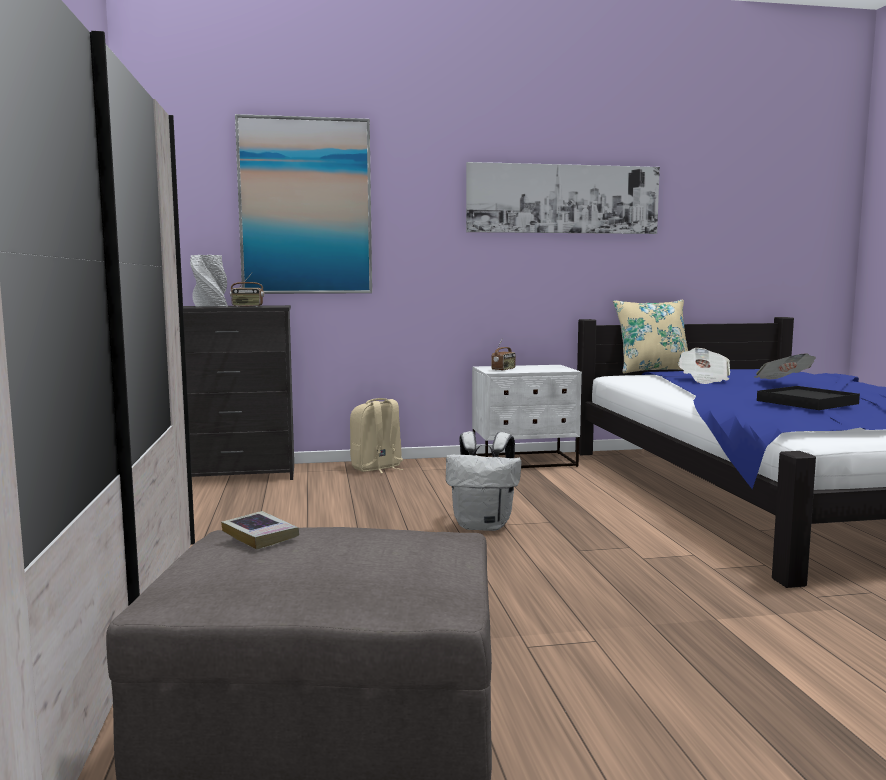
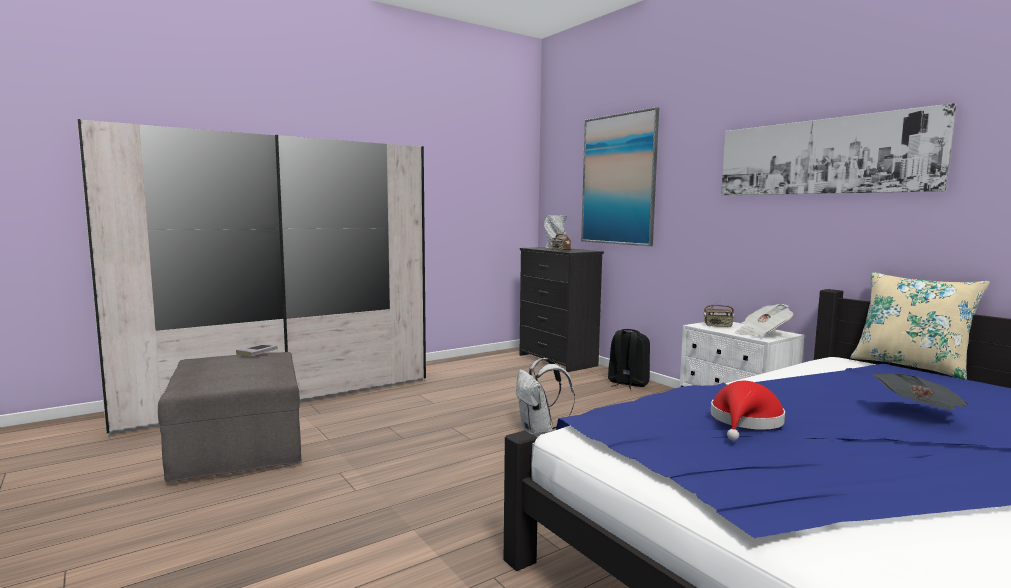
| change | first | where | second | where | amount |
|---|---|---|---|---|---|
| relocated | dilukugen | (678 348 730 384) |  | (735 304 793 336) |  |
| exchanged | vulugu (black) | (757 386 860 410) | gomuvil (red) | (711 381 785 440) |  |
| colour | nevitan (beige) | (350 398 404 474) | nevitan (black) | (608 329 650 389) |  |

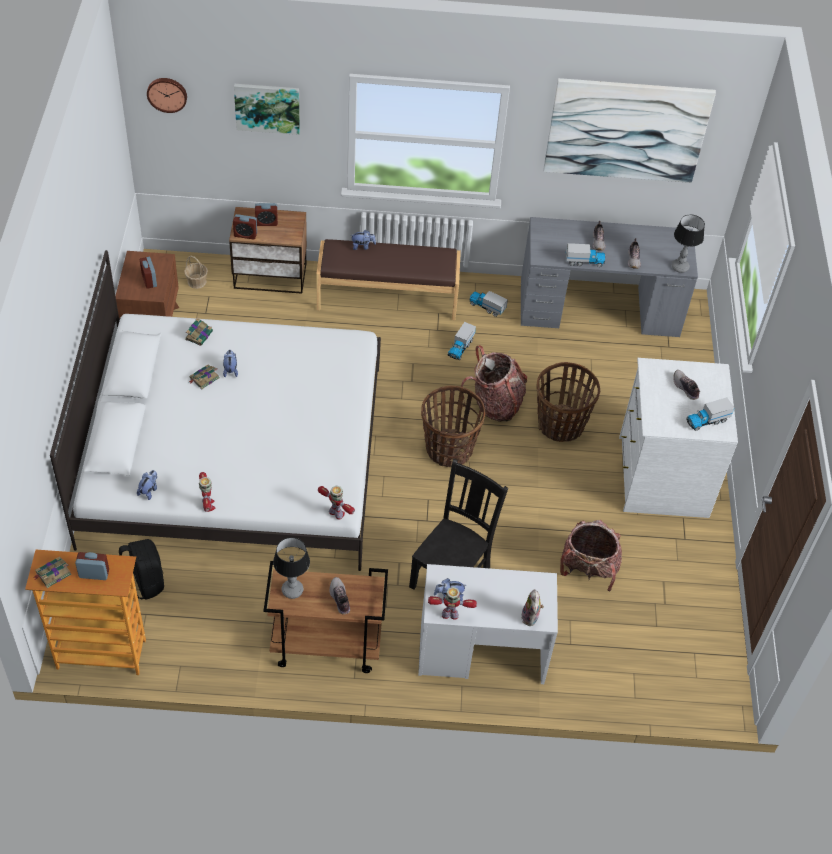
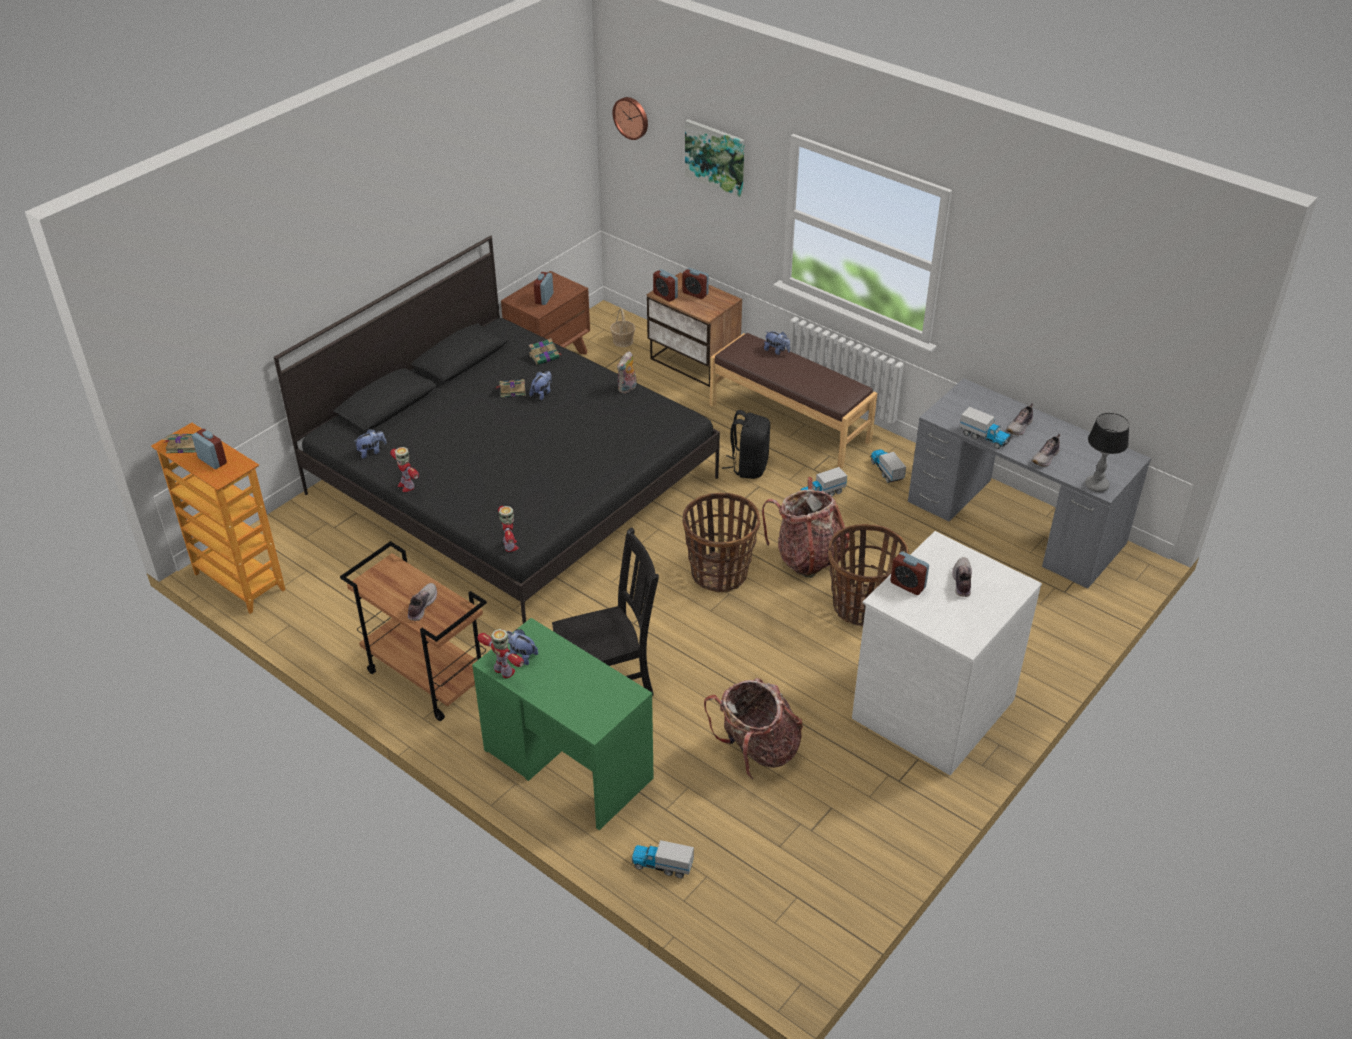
| change | first | where | second | where | amount |
|---|---|---|---|---|---|
| missing | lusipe | (273 537 310 599) |  |  |  |
| missing | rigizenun | (544 78 716 183) |  |  |  |
| appeared |  |  | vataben | (890 552 929 595) |  |
| relocated | nevitan (black) | (119 539 164 600) |  | (722 410 770 479) |  |
| relocated | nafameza | (522 589 544 626) |  | (617 351 637 393) |  |
| relocated | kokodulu | (686 397 734 431) |  | (631 840 694 878) |  |
| colour | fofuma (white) | (50 250 381 571) | fofuma (black) | (274 236 720 624) |  |
| colour | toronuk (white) | (418 564 558 684) | toronuk (green) | (472 618 654 830) |  |
| spun | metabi | (199 472 215 512) |  | (390 447 419 492) | 120 degrees clockwise |

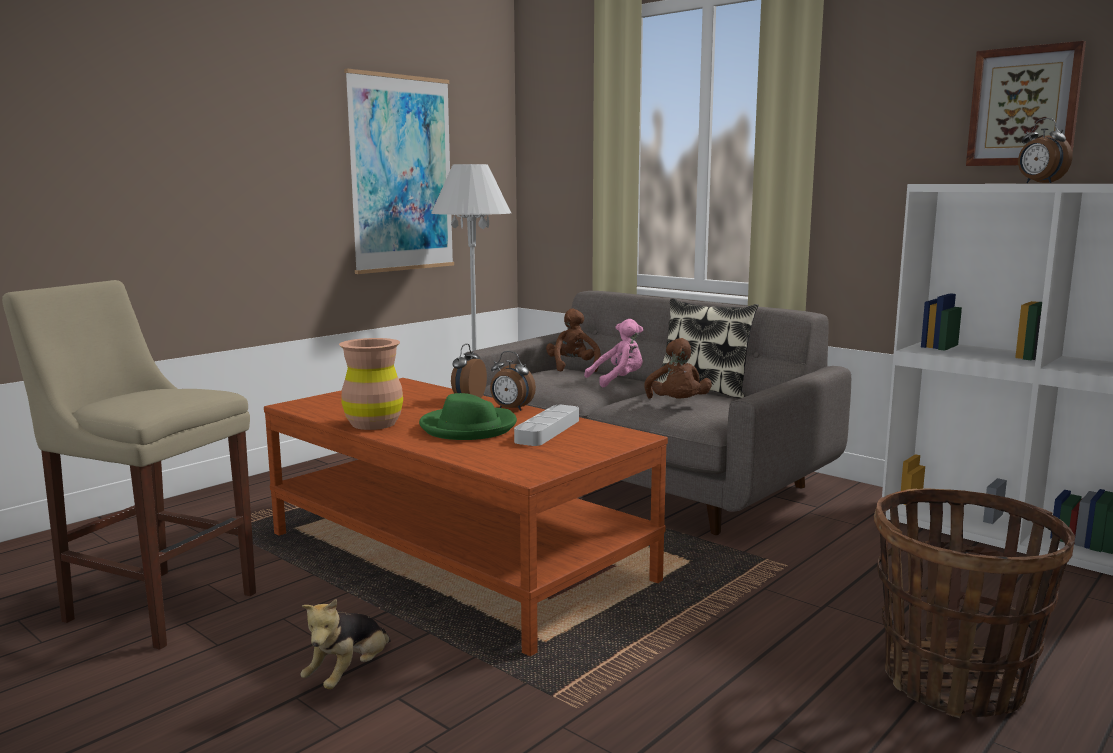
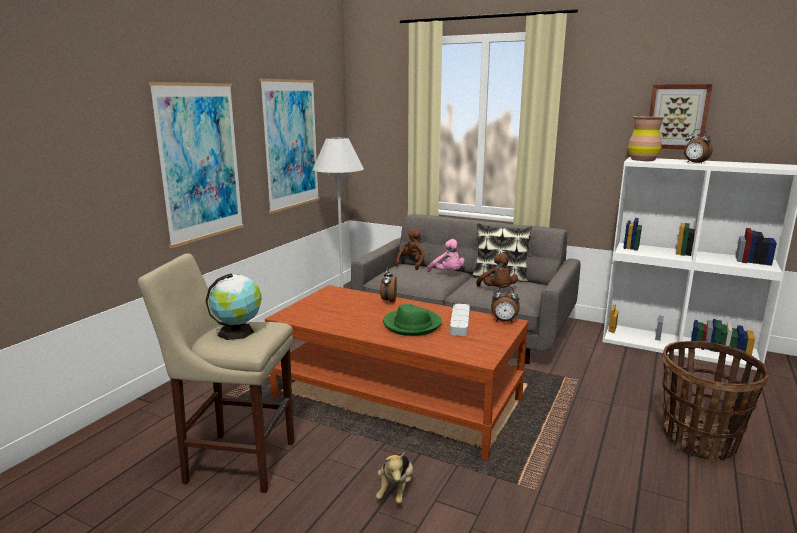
| change | first | where | second | where | amount |
|---|---|---|---|---|---|
| appeared |  |  | rigizenun | (148 82 244 248) |  |
| appeared |  |  | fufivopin | (205 273 261 340) |  |
| relocated | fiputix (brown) | (339 338 403 430) |  | (628 116 665 161) |  |
| relocated | vataben | (490 351 536 411) |  | (491 286 520 322) |  |
| spun | nafameza (brown) | (546 309 601 372) |  | (395 229 425 270) | 45 degrees clockwise |
| spun | nafameza (pink) | (584 319 643 388) |  | (427 239 465 272) | 90 degrees clockwise |

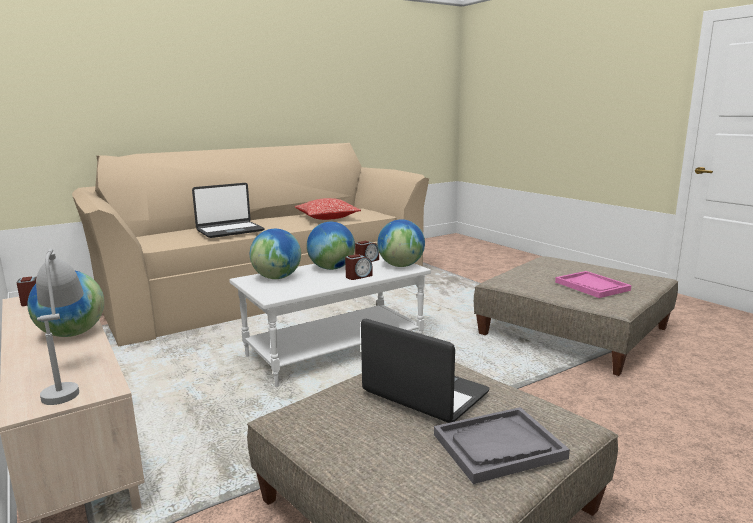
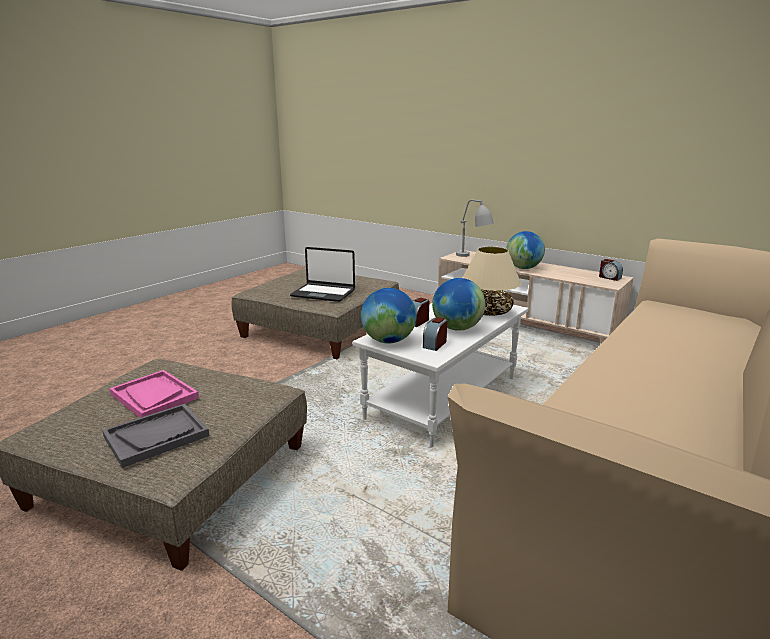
| change | first | where | second | where | amount |
|---|---|---|---|---|---|
| missing | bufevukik | (192 183 265 238) |  |  |  |
| missing | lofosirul | (295 198 361 220) |  |  |  |
| relocated | vulugu (grey) | (434 407 570 484) |  | (102 404 209 468) |  |
| exchanged | fufivopin | (250 229 301 279) | lusipe (beige) | (462 246 521 316) |  |

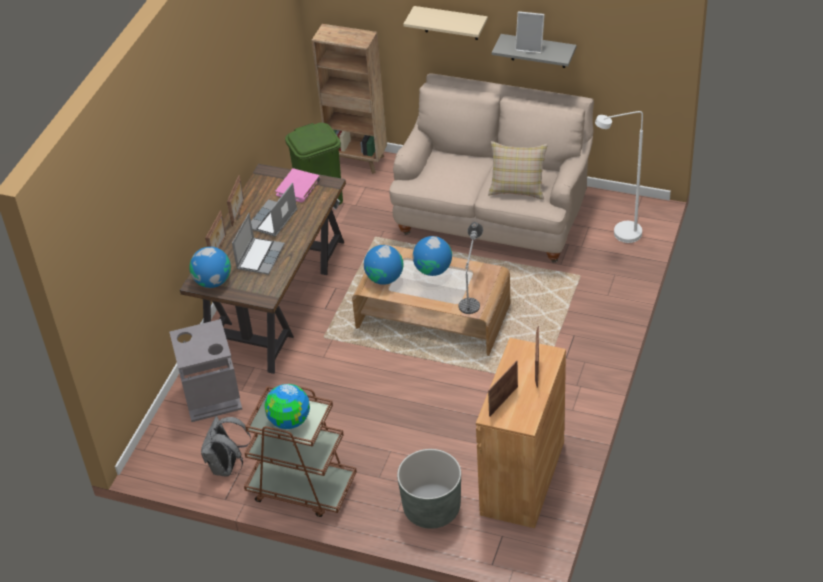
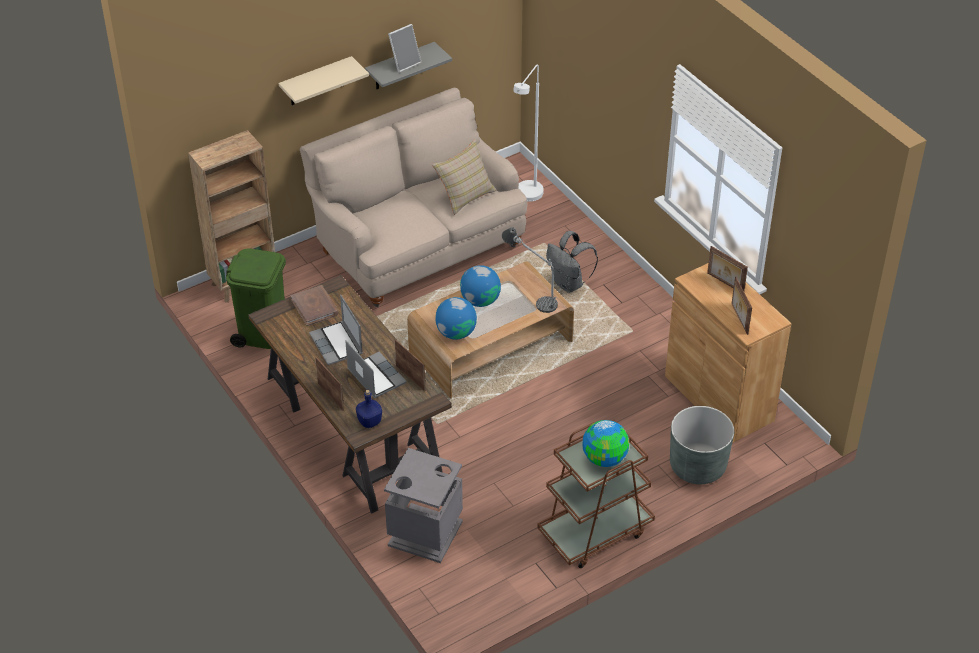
| change | first | where | second | where | amount |
|---|---|---|---|---|---|
| relocated | nevitan (grey) | (201 416 251 477) |  | (546 231 598 293) |  |
| relocated | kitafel | (227 175 244 226) |  | (395 339 425 391) |  |
| exchanged | fufivopin | (189 247 231 288) | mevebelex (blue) | (356 390 382 428) |  |
| colour | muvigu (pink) | (275 168 321 203) | muvigu (brown) | (291 285 339 326) |  |

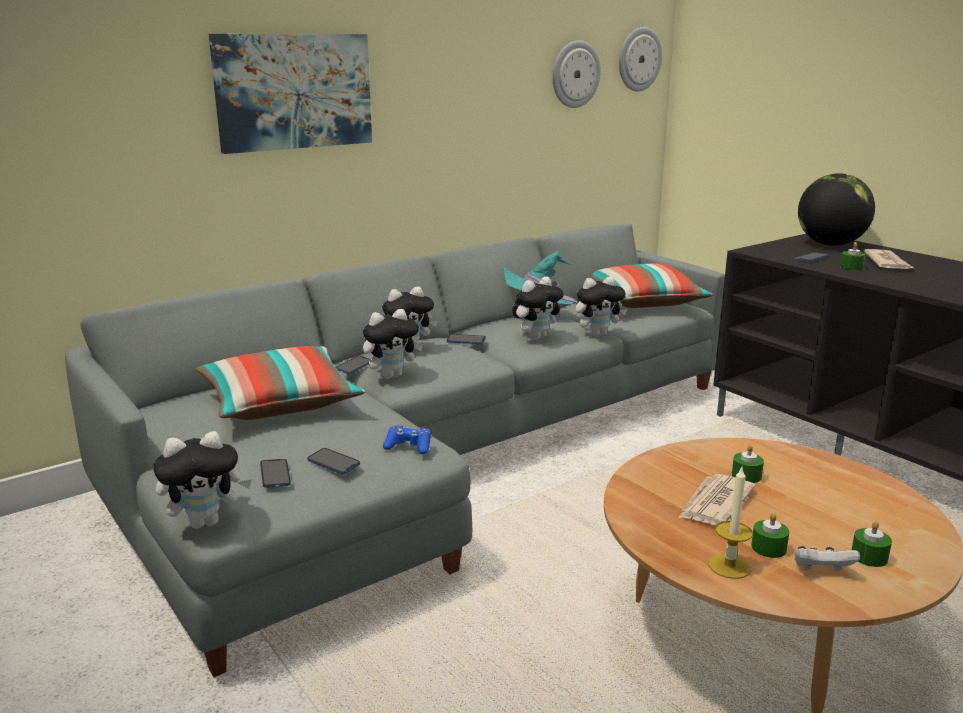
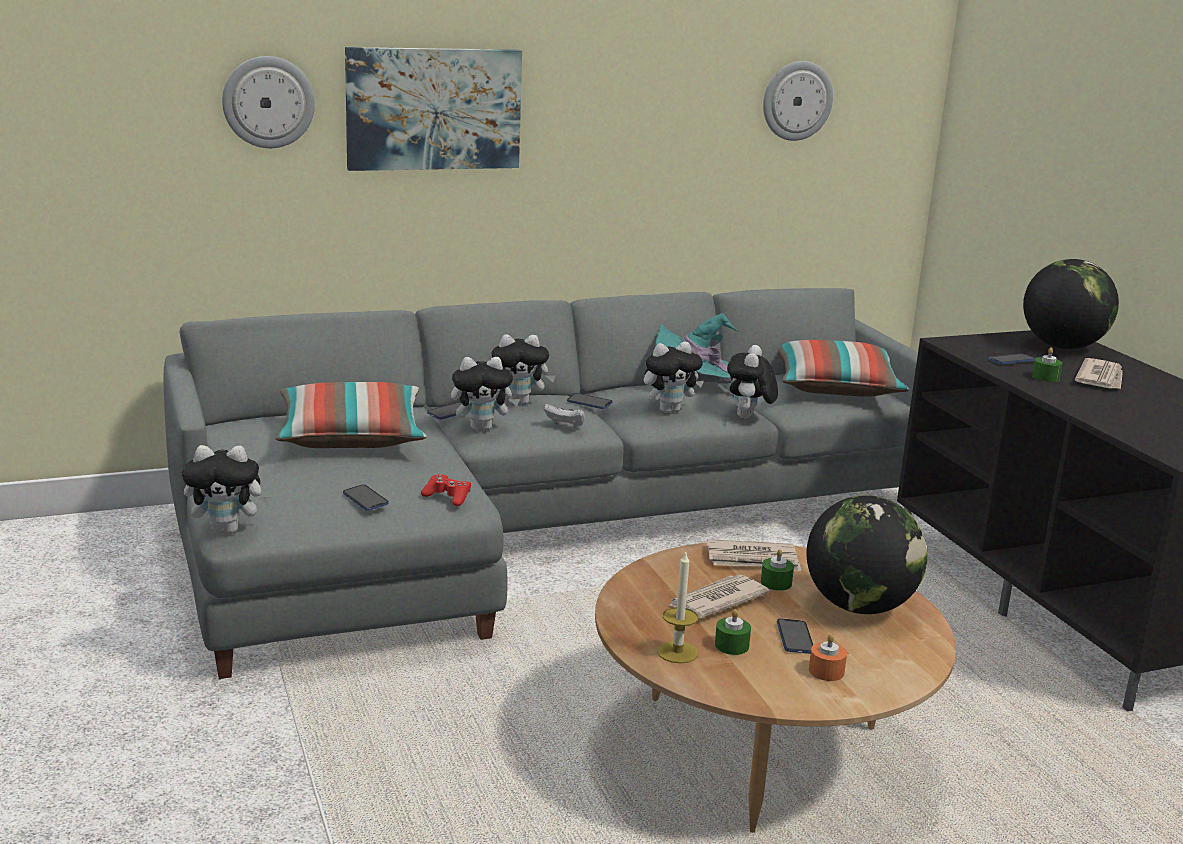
| change | first | where | second | where | amount |
|---|---|---|---|---|---|
| appeared |  |  | dilukugen | (707 539 801 571) |  |
| appeared |  |  | fufivopin | (807 495 927 614) |  |
| relocated | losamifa | (260 459 291 488) |  | (777 618 813 654) |  |
| relocated | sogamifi | (619 27 662 91) |  | (222 56 315 148) |  |
| relocated | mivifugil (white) | (795 546 860 571) |  | (544 404 585 427) |  |
| colour | mivifugil (blue) | (383 425 431 454) | mivifugil (red) | (421 474 471 506) |  |
| colour | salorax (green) | (852 521 892 567) | salorax (orange) | (809 634 847 681) |  |
| spun | nafameza | (576 276 627 337) |  | (727 345 778 419) | 105 degrees clockwise |

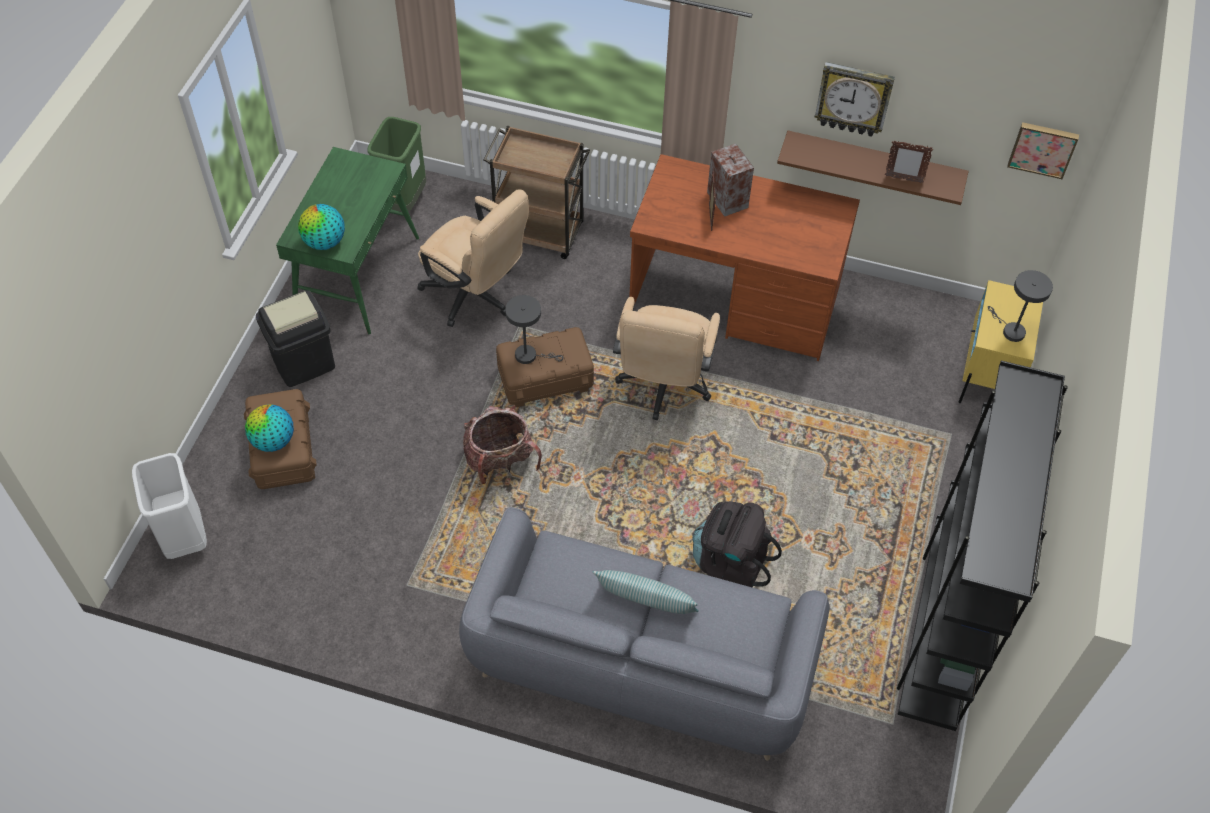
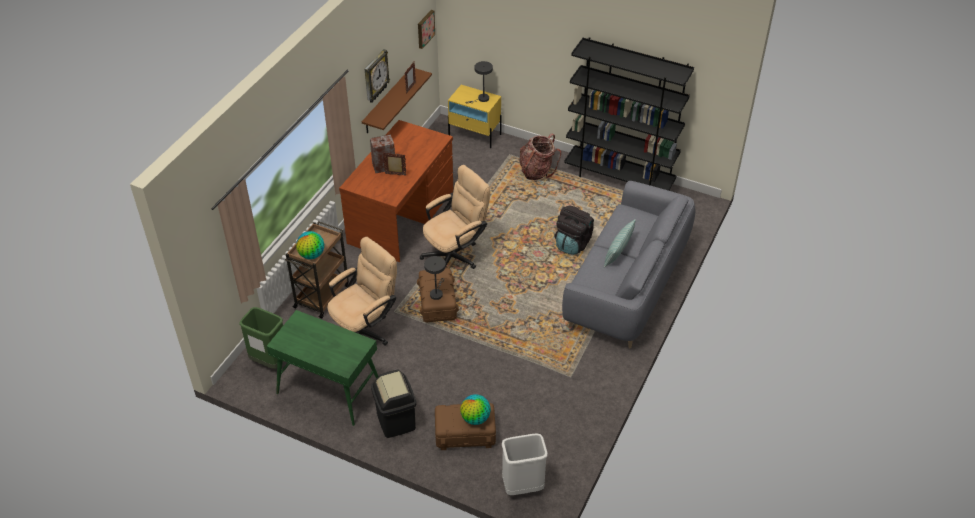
| change | first | where | second | where | amount |
|---|---|---|---|---|---|
| relocated | fufivopin | (298 204 345 250) |  | (296 231 324 259) |  |
| relocated | nevitan | (463 406 542 484) |  | (520 133 561 180) |  |
| spun | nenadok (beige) | (613 297 720 420) |  | (420 165 490 269) | 60 degrees counterclockwise |

